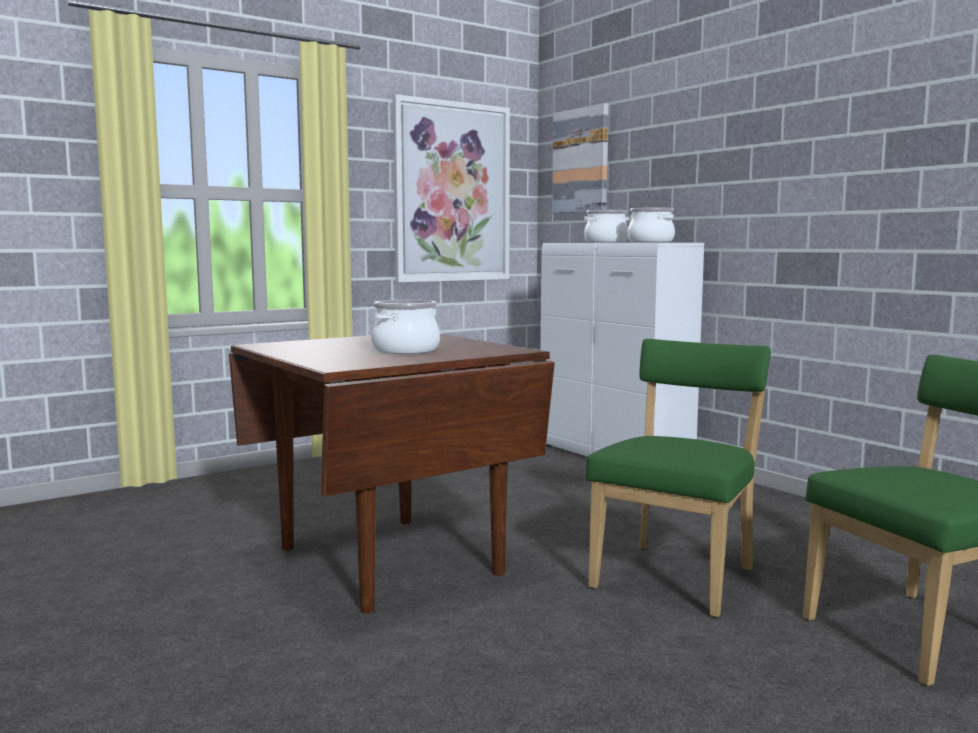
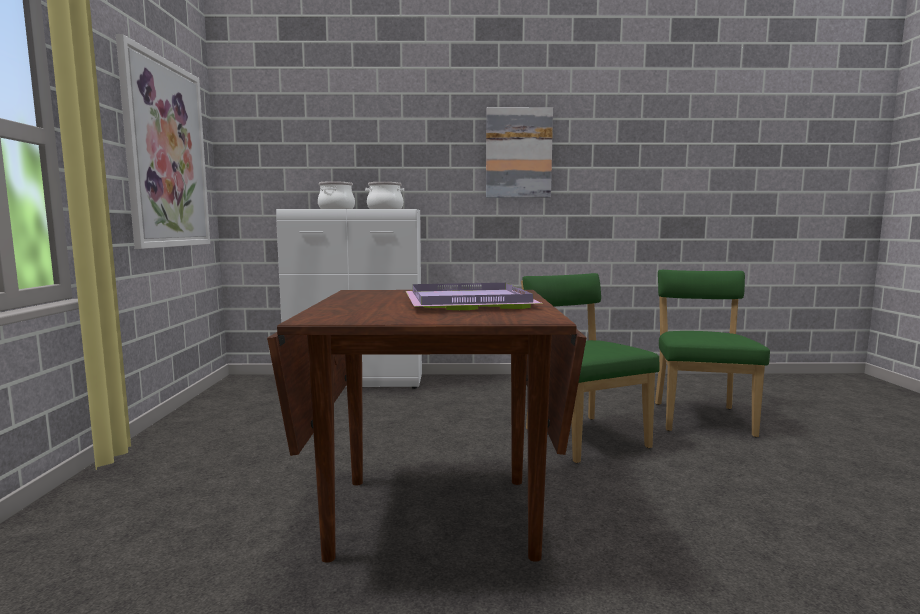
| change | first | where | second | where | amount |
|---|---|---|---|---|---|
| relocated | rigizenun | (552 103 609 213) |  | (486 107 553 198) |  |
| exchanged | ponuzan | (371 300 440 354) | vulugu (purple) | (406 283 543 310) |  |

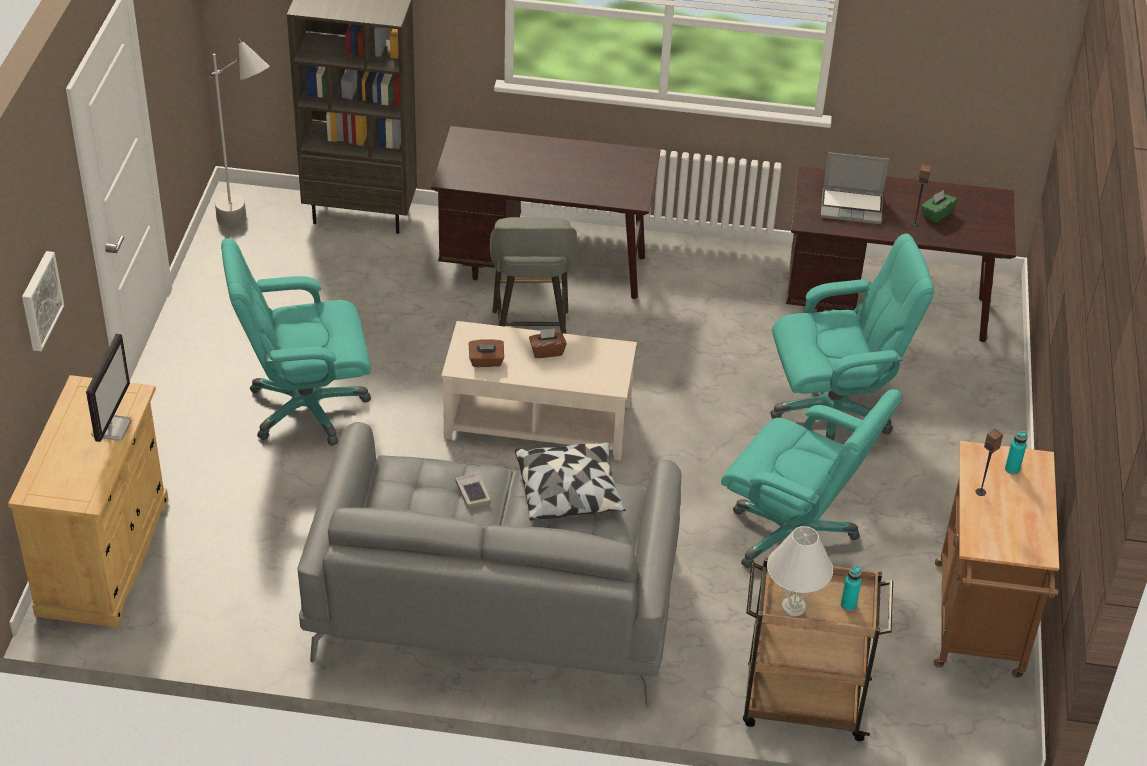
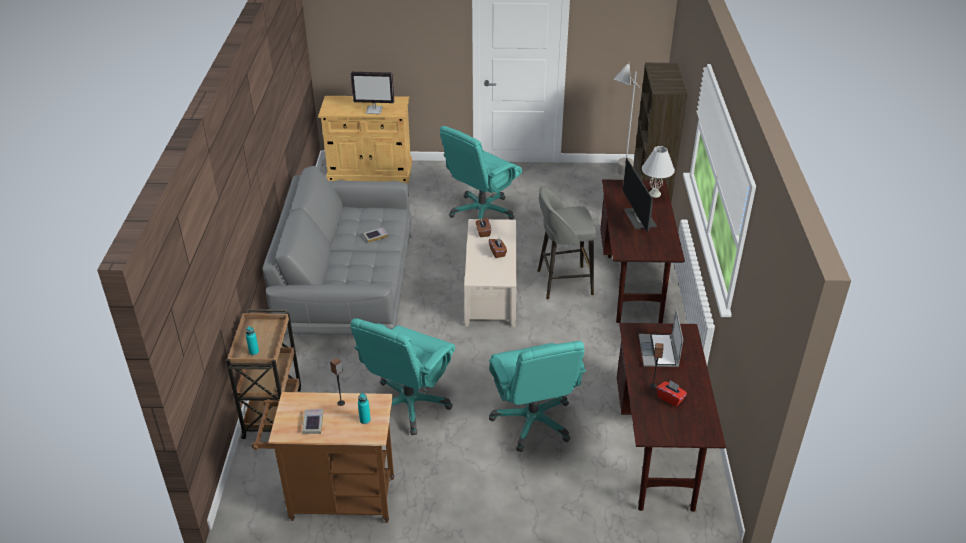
| change | first | where | second | where | amount |
|---|---|---|---|---|---|
| missing | rigizenun | (22 251 64 351) |  |  |  |
| missing | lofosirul | (515 442 626 521) |  |  |  |
| appeared |  |  | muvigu | (302 409 323 434) |  |
| appeared |  |  | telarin | (623 158 657 233) |  |
| relocated | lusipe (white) | (767 526 833 616) |  | (642 146 675 198) |  |
| colour | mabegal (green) | (921 190 958 223) | mabegal (red) | (657 380 687 407) |  |
| spun | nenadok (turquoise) | (221 238 371 446) |  | (440 126 522 220) | 120 degrees counterclockwise |

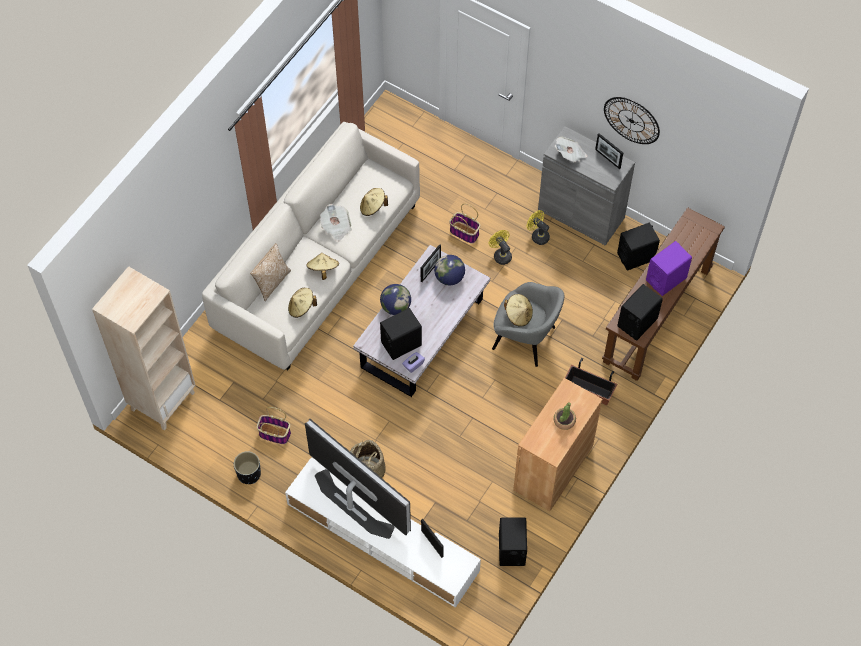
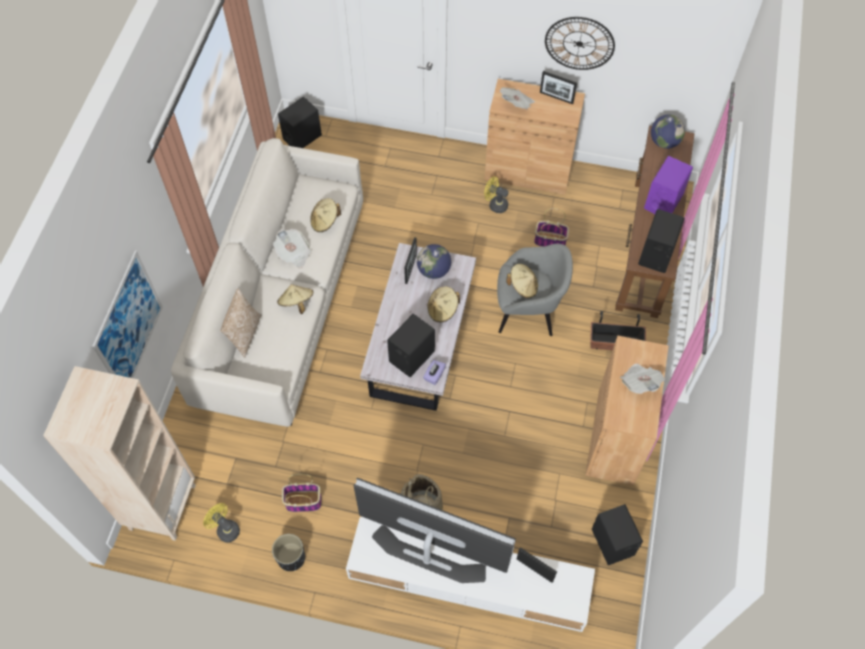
| change | first | where | second | where | amount |
|---|---|---|---|---|---|
| appeared |  |  | rigizenun | (92 250 163 378) |  |
| relocated | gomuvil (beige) | (288 288 317 318) |  | (428 286 460 322) |  |
| relocated | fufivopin | (380 284 411 315) |  | (651 114 685 149) |  |
| relocated | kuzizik | (449 203 480 244) |  | (534 208 569 247) |  |
| relocated | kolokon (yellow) | (489 230 512 265) |  | (203 503 240 543) |  |
| relocated | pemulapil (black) | (617 223 660 271) |  | (278 97 322 148) |  |
| exchanged | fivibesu | (554 402 576 430) | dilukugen | (620 363 665 394) |  |
| colour | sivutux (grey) | (538 126 635 246) | sivutux (brown) | (484 79 585 195) |  |

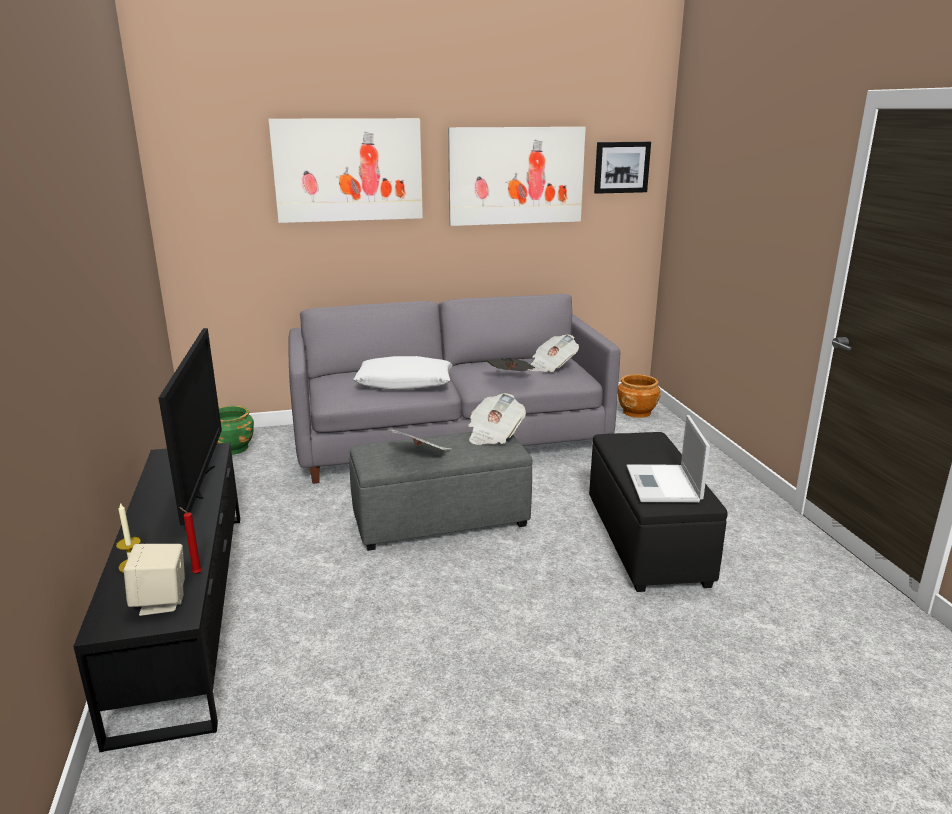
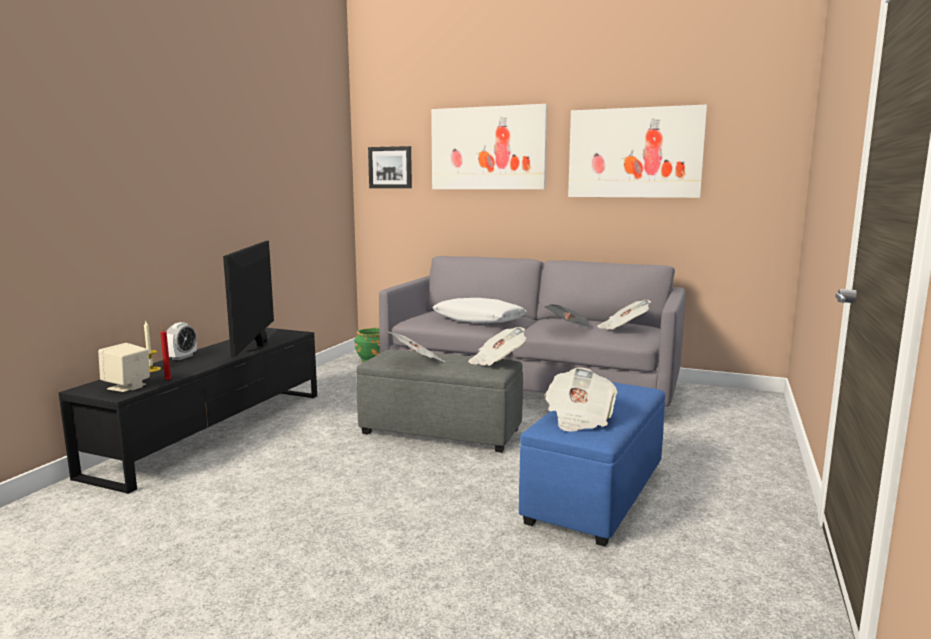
| change | first | where | second | where | amount |
|---|---|---|---|---|---|
| missing | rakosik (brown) | (618 374 661 418) |  |  |  |
| appeared |  |  | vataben | (167 322 197 360) |  |
| relocated | rigizenun | (594 142 651 194) |  | (368 146 412 188) |  |
| exchanged | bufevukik | (627 415 710 502) | dilukugen | (544 367 618 431) |  |
| colour | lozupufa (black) | (589 432 728 592) | lozupufa (blue) | (519 382 665 547) |  |
| spun | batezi | (159 328 222 525) |  | (223 241 274 357) | 150 degrees clockwise |

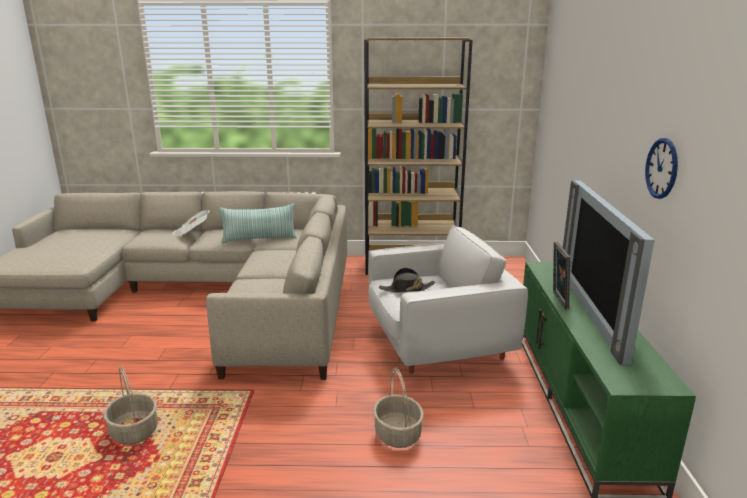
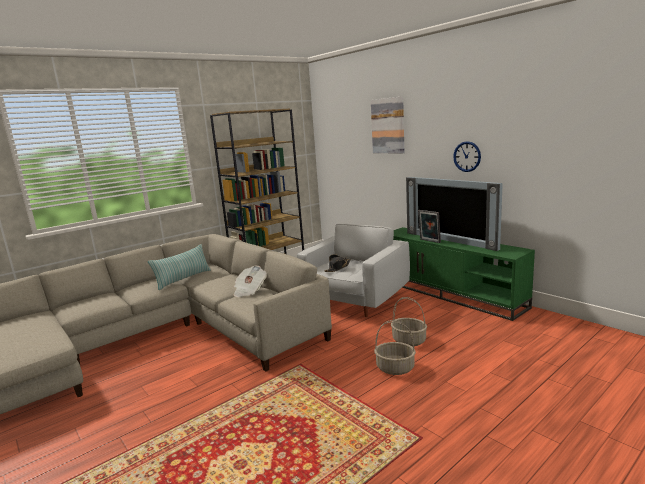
| change | first | where | second | where | amount |
|---|---|---|---|---|---|
| appeared |  |  | rigizenun | (371 96 404 154) |  |
| relocated | kuzizik | (103 366 158 445) |  | (374 320 416 375) |  |
| relocated | dilukugen | (172 210 210 237) |  | (234 266 267 297) |  |

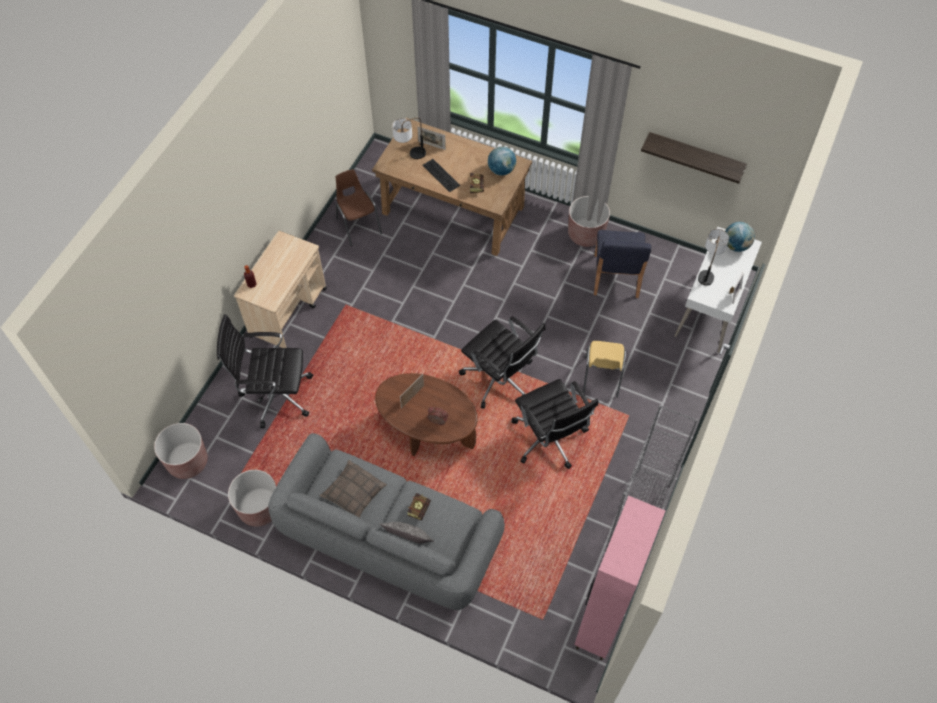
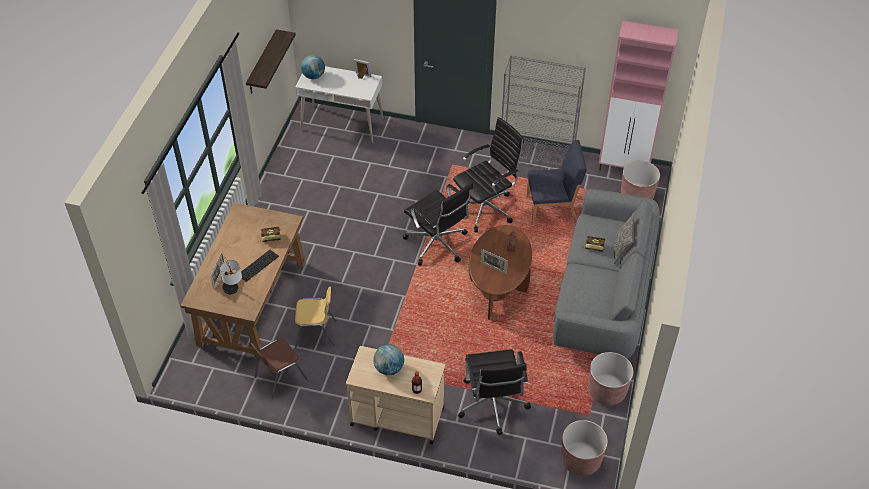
| change | first | where | second | where | amount |
|---|---|---|---|---|---|
| missing | lofosirul | (319 460 387 517) |  |  |  |
| missing | lusipe | (698 229 729 286) |  |  |  |
| relocated | fufivopin | (488 146 516 175) |  | (373 344 404 375) |  |
| relocated | rakosik (brown) | (568 196 610 247) |  | (621 160 660 200) |  |
| relocated | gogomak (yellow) | (583 341 626 398) |  | (295 287 336 348) |  |
| relocated | gogomak (blue) | (594 230 651 298) |  | (526 140 587 225) |  |
| spun | nenadok (black) | (459 316 545 409) |  | (403 182 473 266) | 105 degrees clockwise |

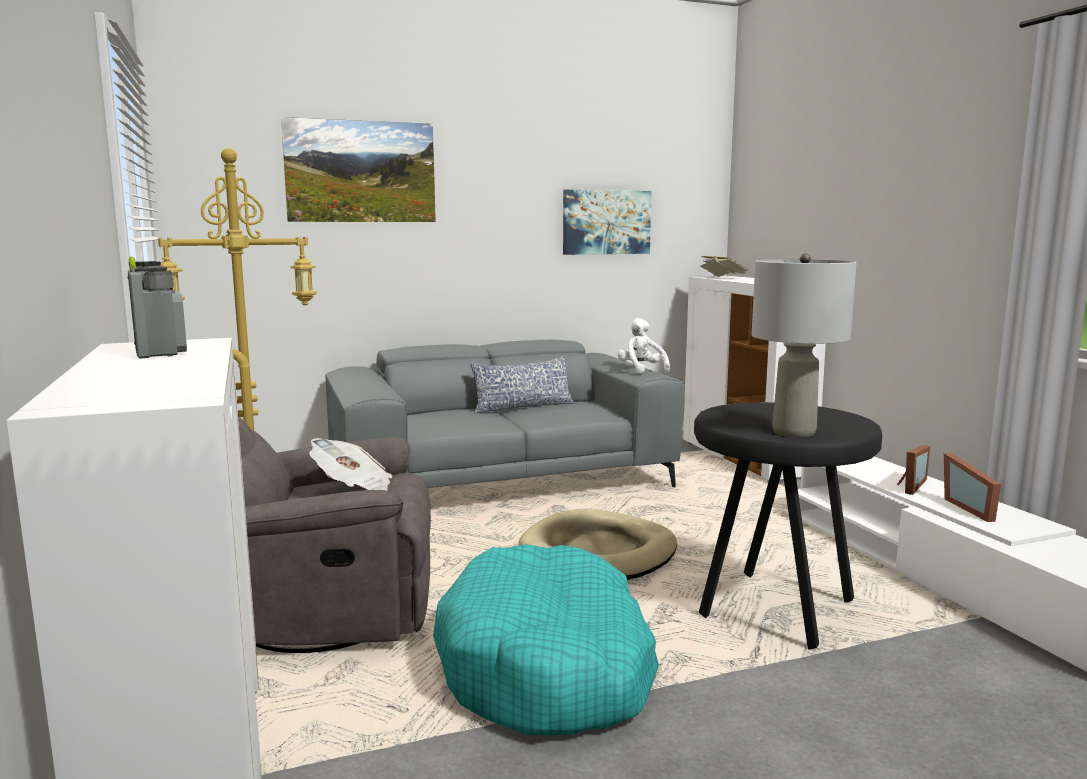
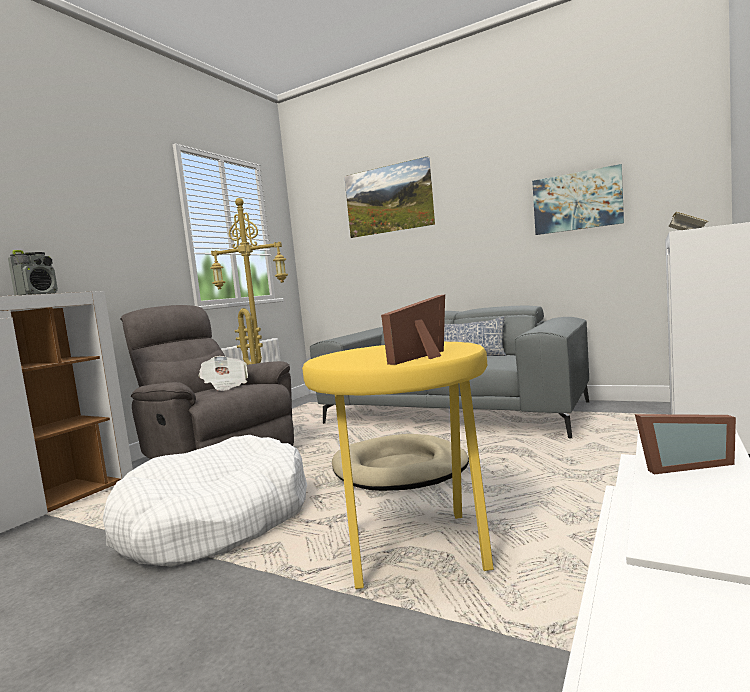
| change | first | where | second | where | amount |
|---|---|---|---|---|---|
| missing | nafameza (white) | (618 318 670 373) |  |  |  |
| missing | lusipe (grey) | (752 253 857 438) |  |  |  |
| relocated | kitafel | (944 453 1001 522) |  | (381 295 445 365) |  |
| colour | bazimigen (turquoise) | (433 544 659 735) | bazimigen (white) | (103 435 307 566) |  |
| colour | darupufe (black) | (694 402 882 650) | darupufe (yellow) | (302 342 494 589) |  |

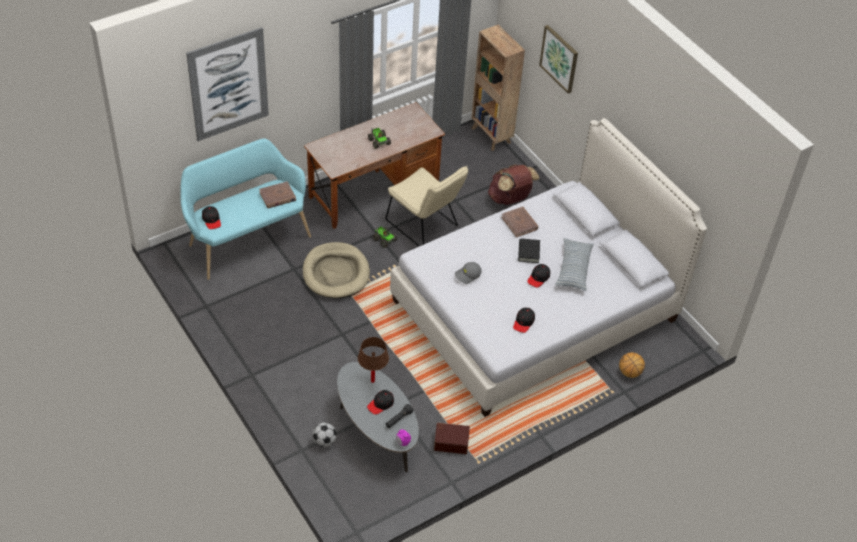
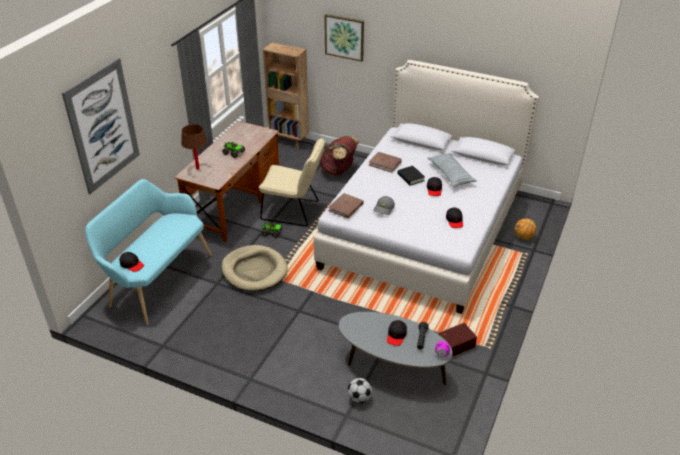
| change | first | where | second | where | amount |
|---|---|---|---|---|---|
| relocated | muvigu (brown) | (259 181 296 208) |  | (328 193 364 218) |  |
| relocated | lusipe (brown) | (358 337 389 383) |  | (181 124 207 170) |  |

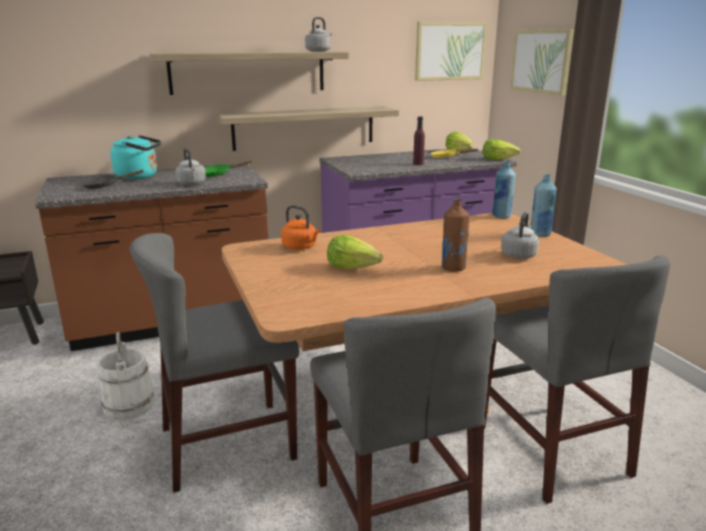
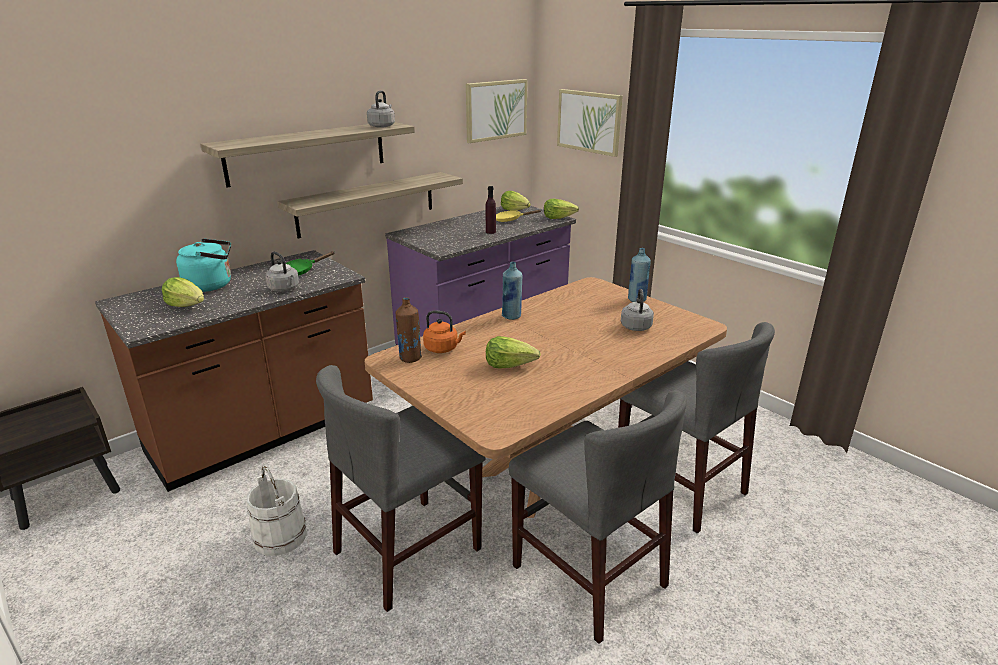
| change | first | where | second | where | amount |
|---|---|---|---|---|---|
| relocated | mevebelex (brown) | (442 198 469 272) |  | (396 297 422 363) |  |
| relocated | mevebelex (blue) | (492 161 516 219) |  | (502 262 522 320) |  |
| exchanged | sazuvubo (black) | (82 170 144 189) | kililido | (162 277 204 307) |  |

